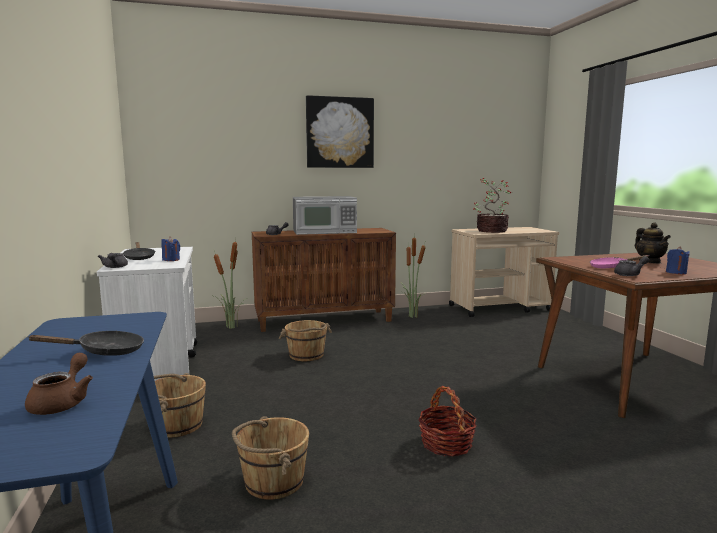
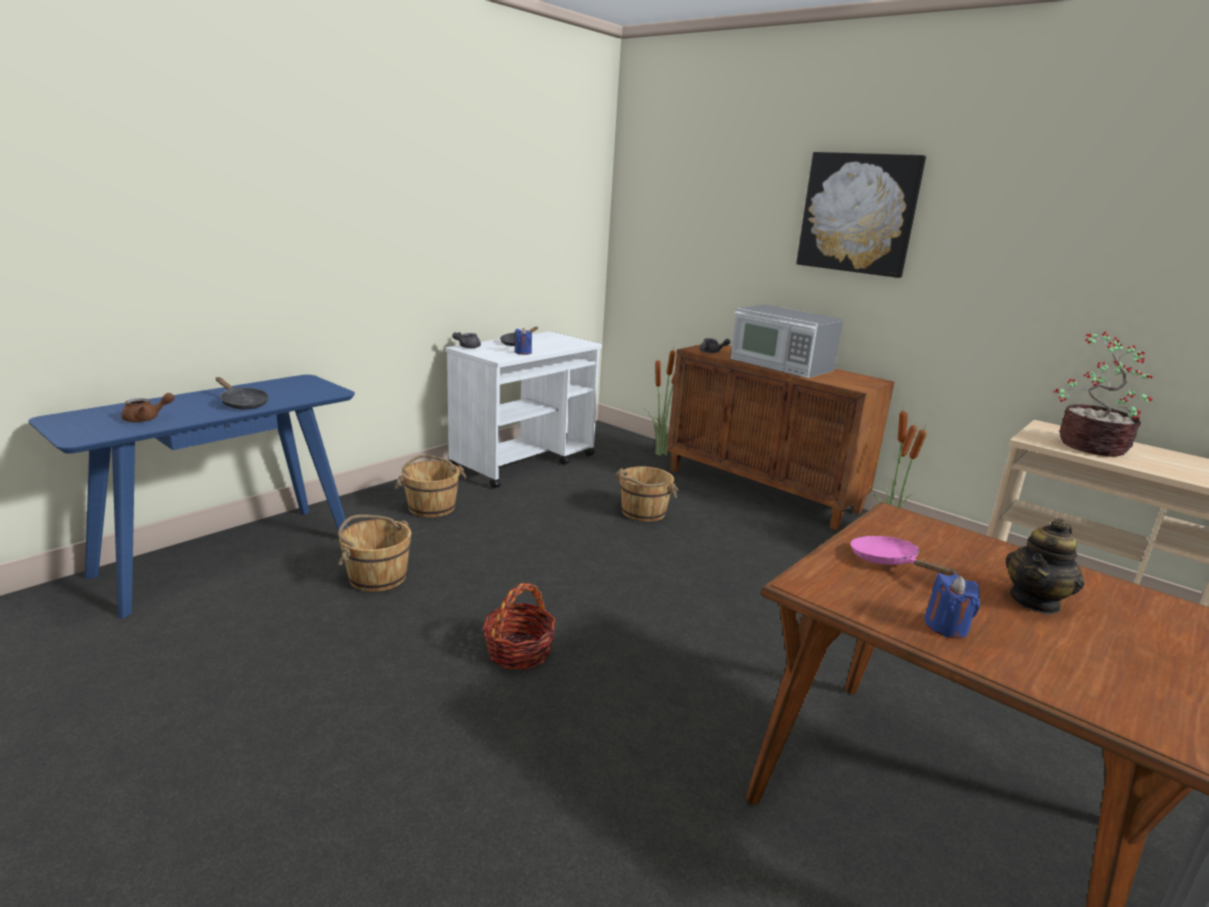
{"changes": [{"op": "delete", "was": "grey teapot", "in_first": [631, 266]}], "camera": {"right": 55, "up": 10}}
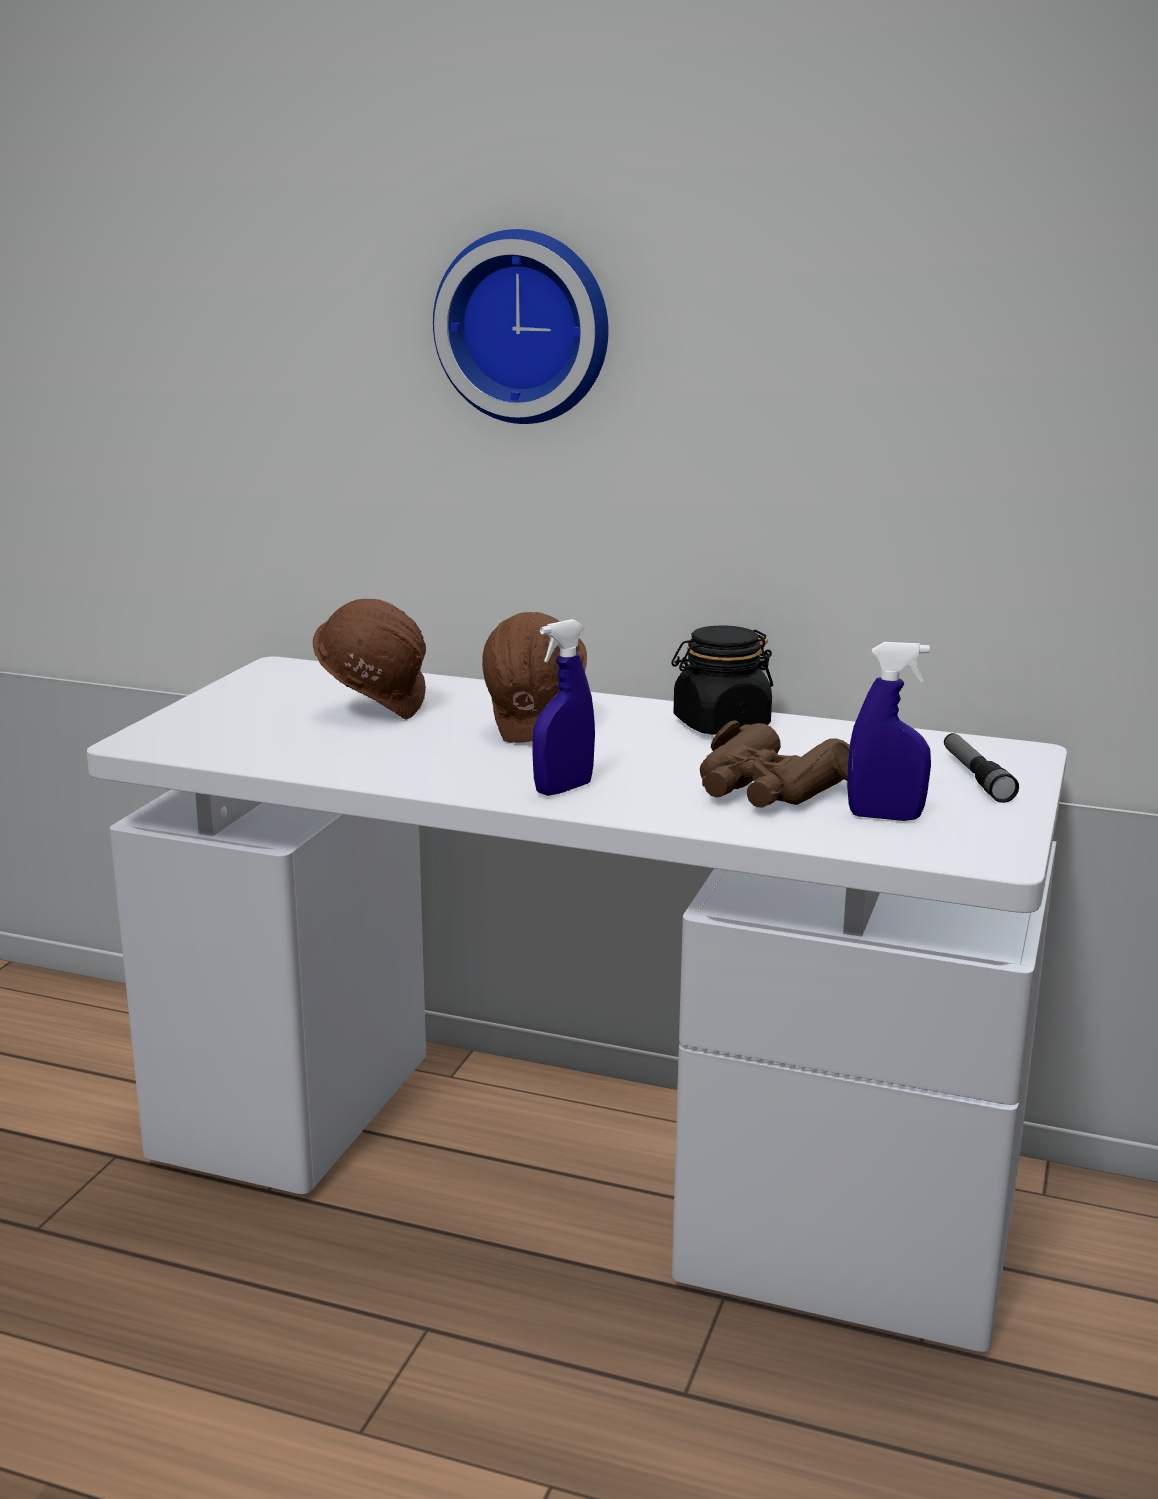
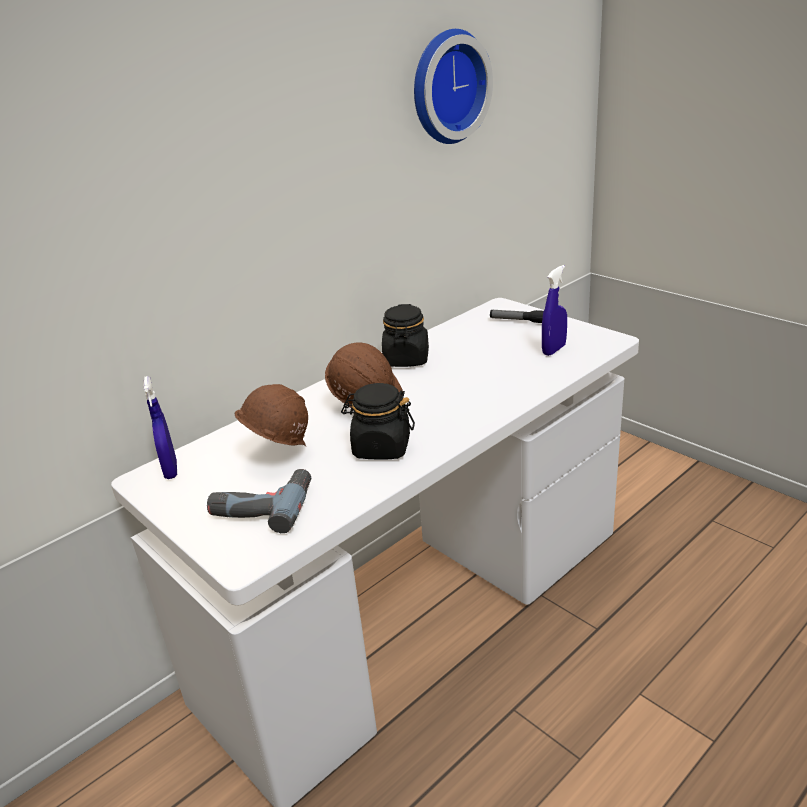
{"changes": [{"op": "move", "was": "blue sprayer", "in_first": [563, 707], "in_second": [160, 427]}, {"op": "insert", "now": "drill", "in_second": [259, 501]}, {"op": "insert", "now": "black storage jar", "in_second": [378, 421]}, {"op": "move", "was": "wall clock", "in_first": [521, 326], "in_second": [453, 86]}, {"op": "delete", "was": "brown-coloured field glasses", "in_first": [775, 764]}], "camera": {"right": -60, "up": 10}}
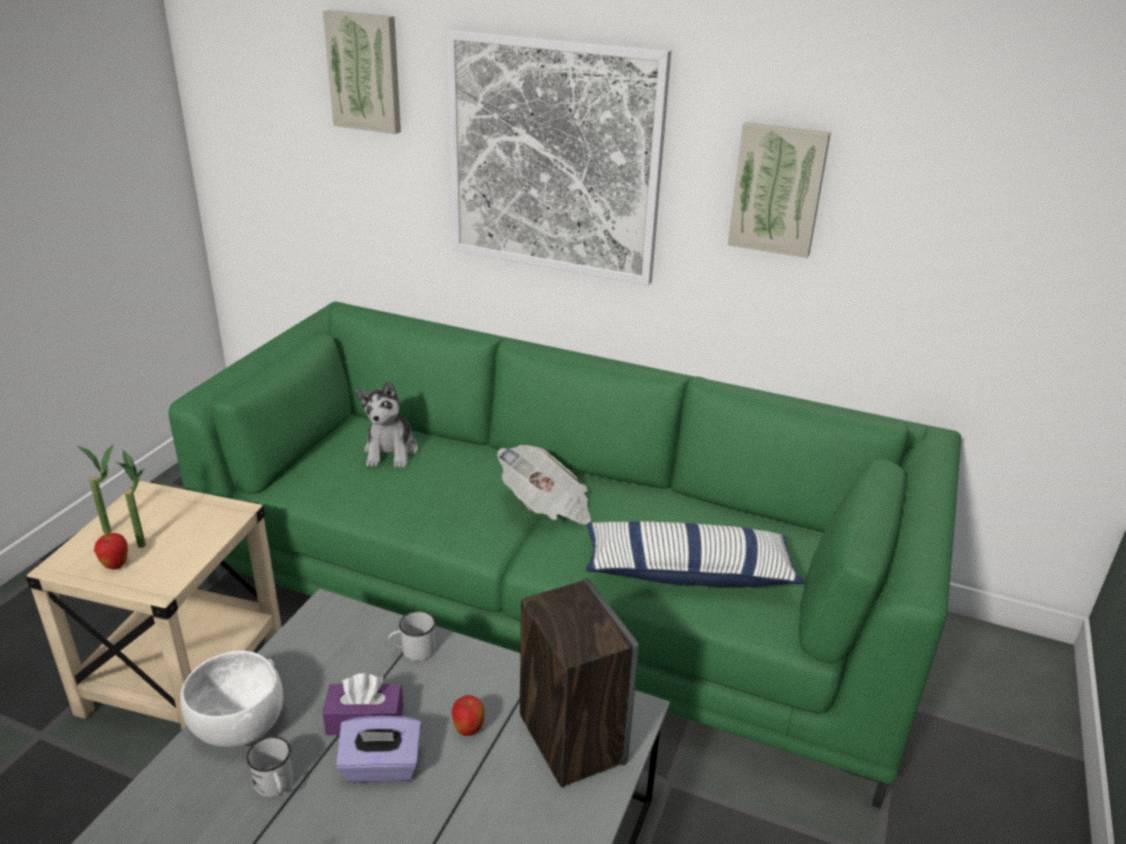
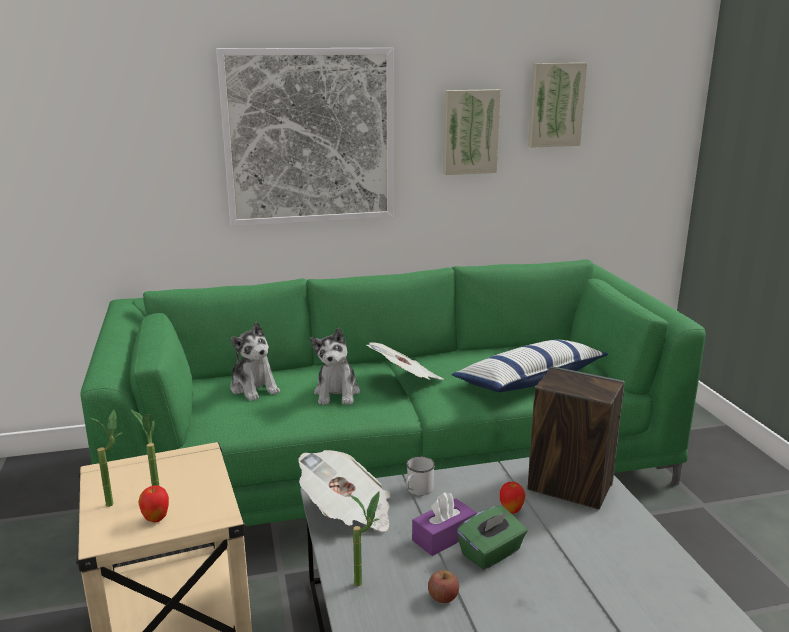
{"changes": [{"op": "insert", "now": "printed paper", "in_second": [344, 491]}, {"op": "insert", "now": "cuddly toy", "in_second": [335, 366]}, {"op": "replace", "was": "white-coloured deep dish", "now": "houseplant", "in_first": [231, 699], "in_second": [364, 539]}, {"op": "replace", "was": "white-coloured coffee mug", "now": "whole apple", "in_first": [270, 767], "in_second": [443, 586]}, {"op": "recolor", "was": "purple-coloured box of tissues", "now": "greenish box of tissues", "in_first": [378, 749], "in_second": [492, 538]}, {"op": "move", "was": "wall picture", "in_first": [362, 72], "in_second": [557, 105]}], "camera": {"right": -35, "up": -10}}
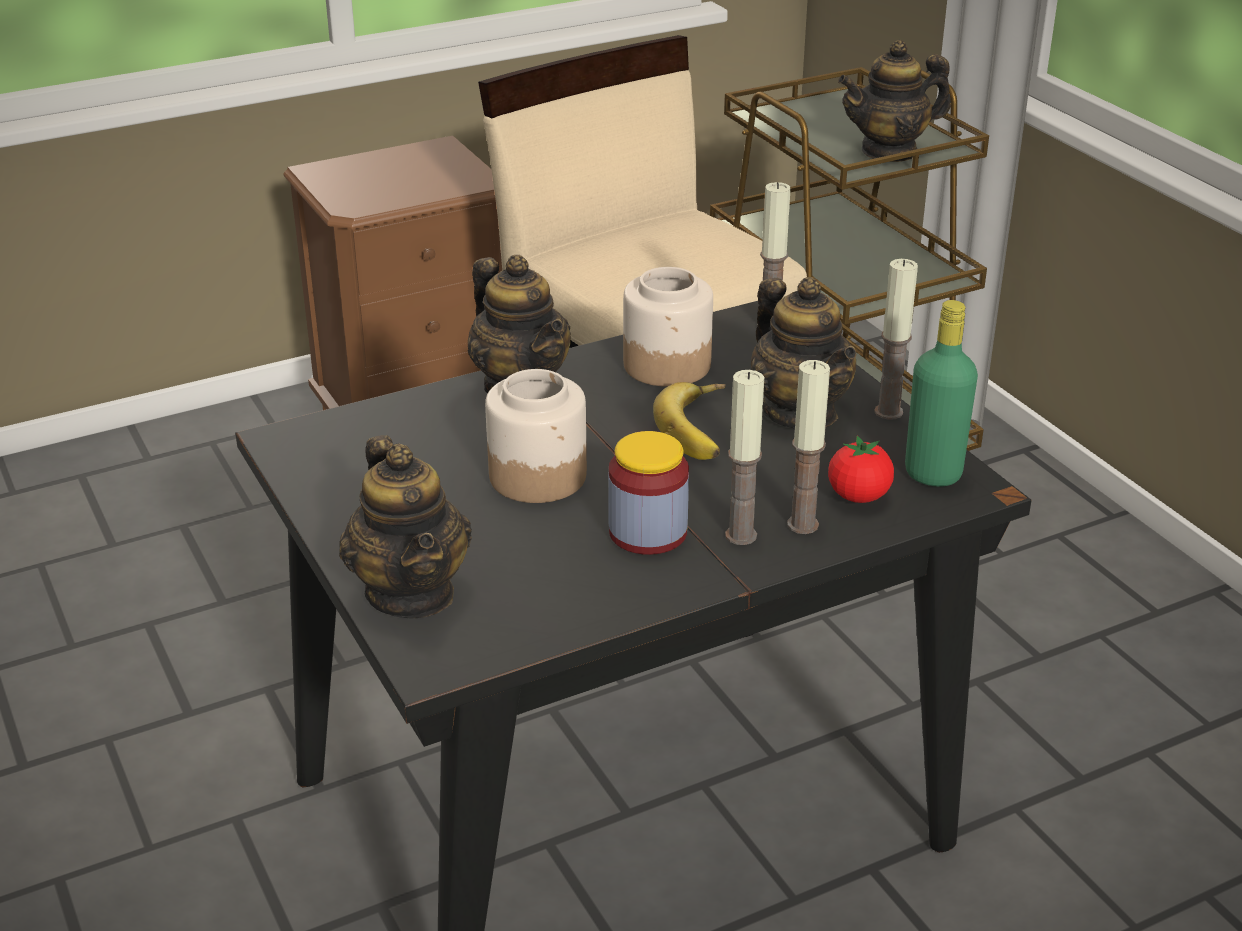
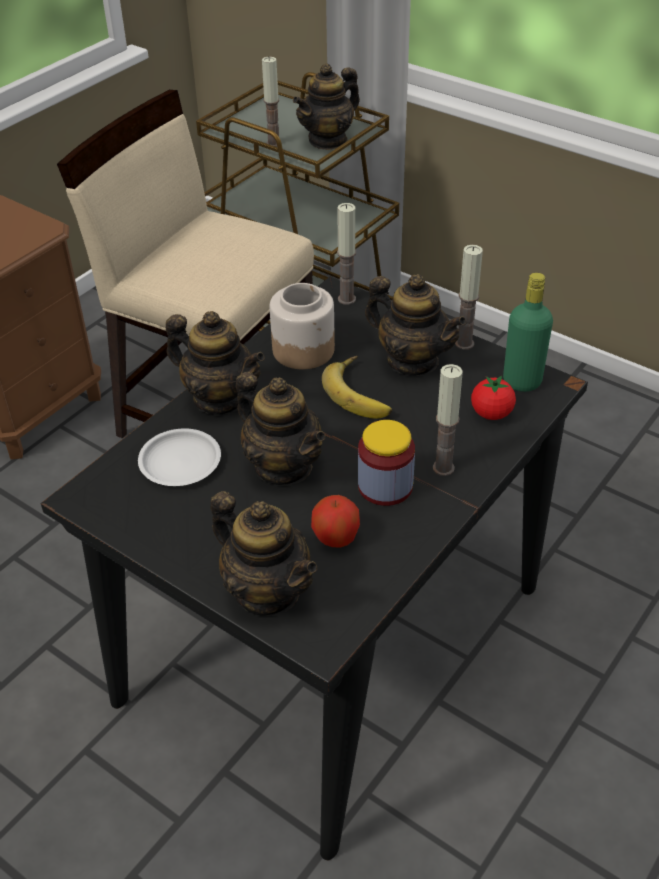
{"changes": [{"op": "insert", "now": "white-coloured dinner plate", "in_second": [179, 457]}, {"op": "replace", "was": "storage jar", "now": "teapot", "in_first": [536, 436], "in_second": [280, 428]}, {"op": "move", "was": "wax light", "in_first": [808, 447], "in_second": [270, 102]}, {"op": "insert", "now": "whole apple", "in_second": [335, 521]}], "camera": {"right": -25, "up": 10}}
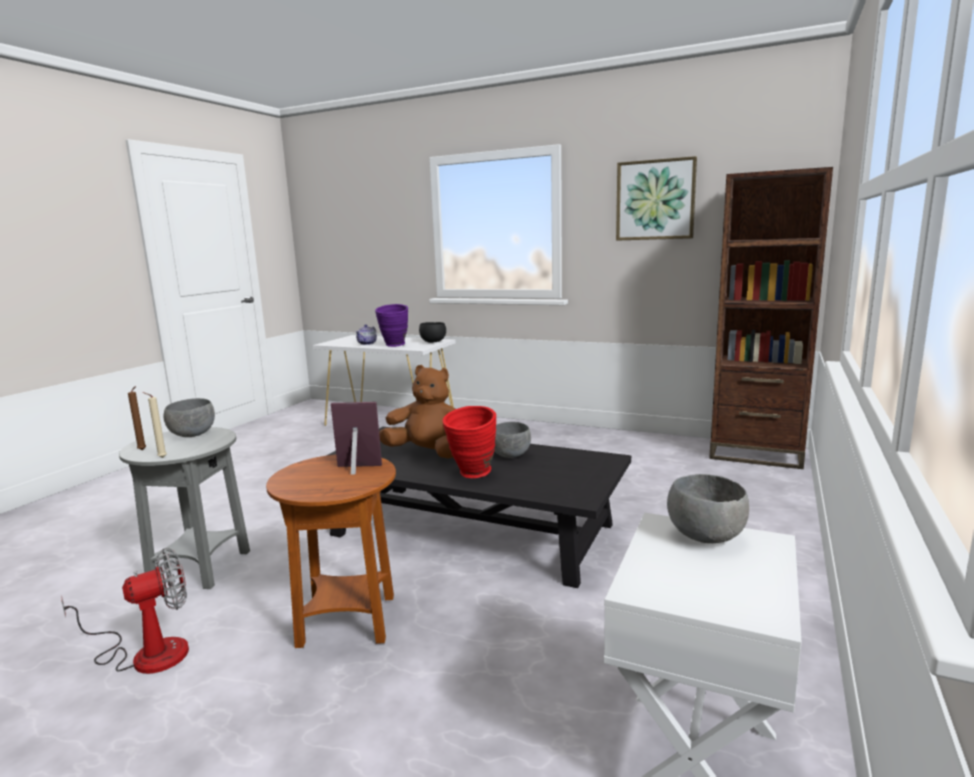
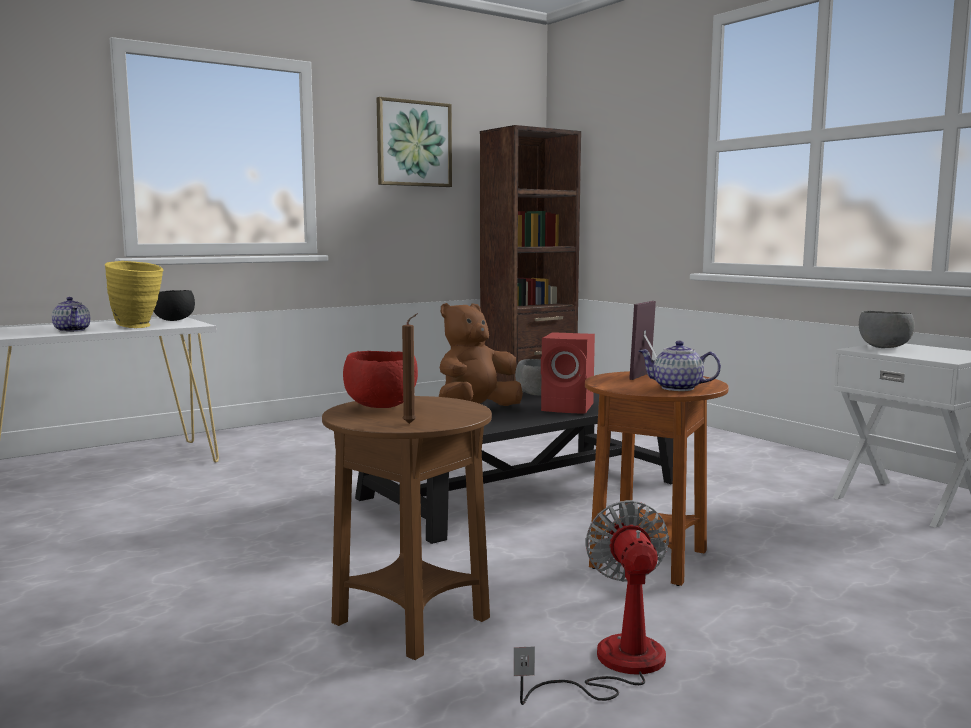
{"changes": [{"op": "recolor", "was": "purple-coloured decorative vase", "now": "yellow-coloured decorative vase", "in_first": [391, 325], "in_second": [134, 294]}, {"op": "recolor", "was": "grey side table", "now": "brown-coloured side table", "in_first": [184, 508], "in_second": [407, 528]}, {"op": "recolor", "was": "grey deep dish", "now": "red deep dish", "in_first": [189, 417], "in_second": [380, 379]}, {"op": "replace", "was": "red decorative vase", "now": "red speaker", "in_first": [469, 442], "in_second": [568, 373]}, {"op": "insert", "now": "teapot", "in_second": [680, 366]}, {"op": "delete", "was": "beige wax light", "in_first": [155, 425]}], "camera": {"right": -60, "up": -5}}
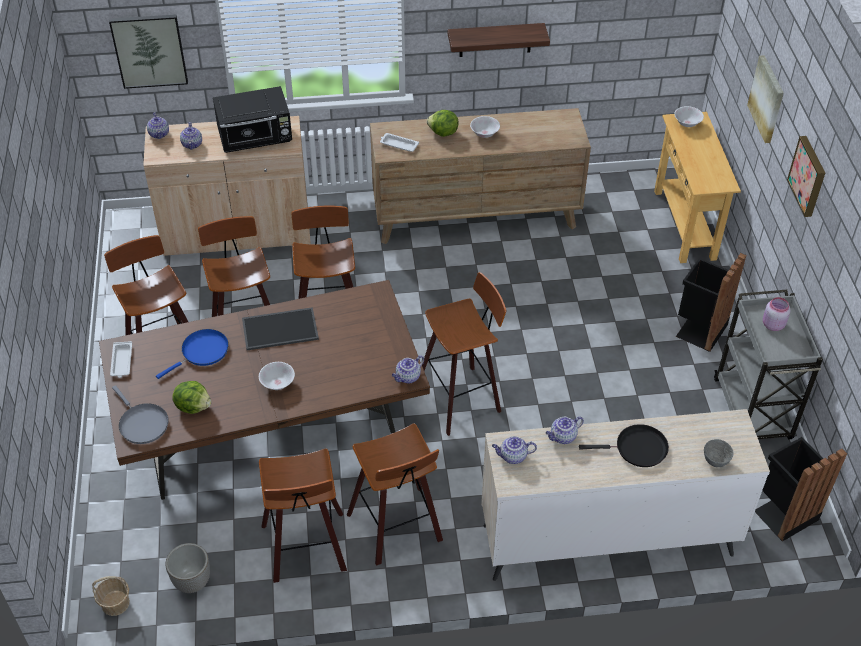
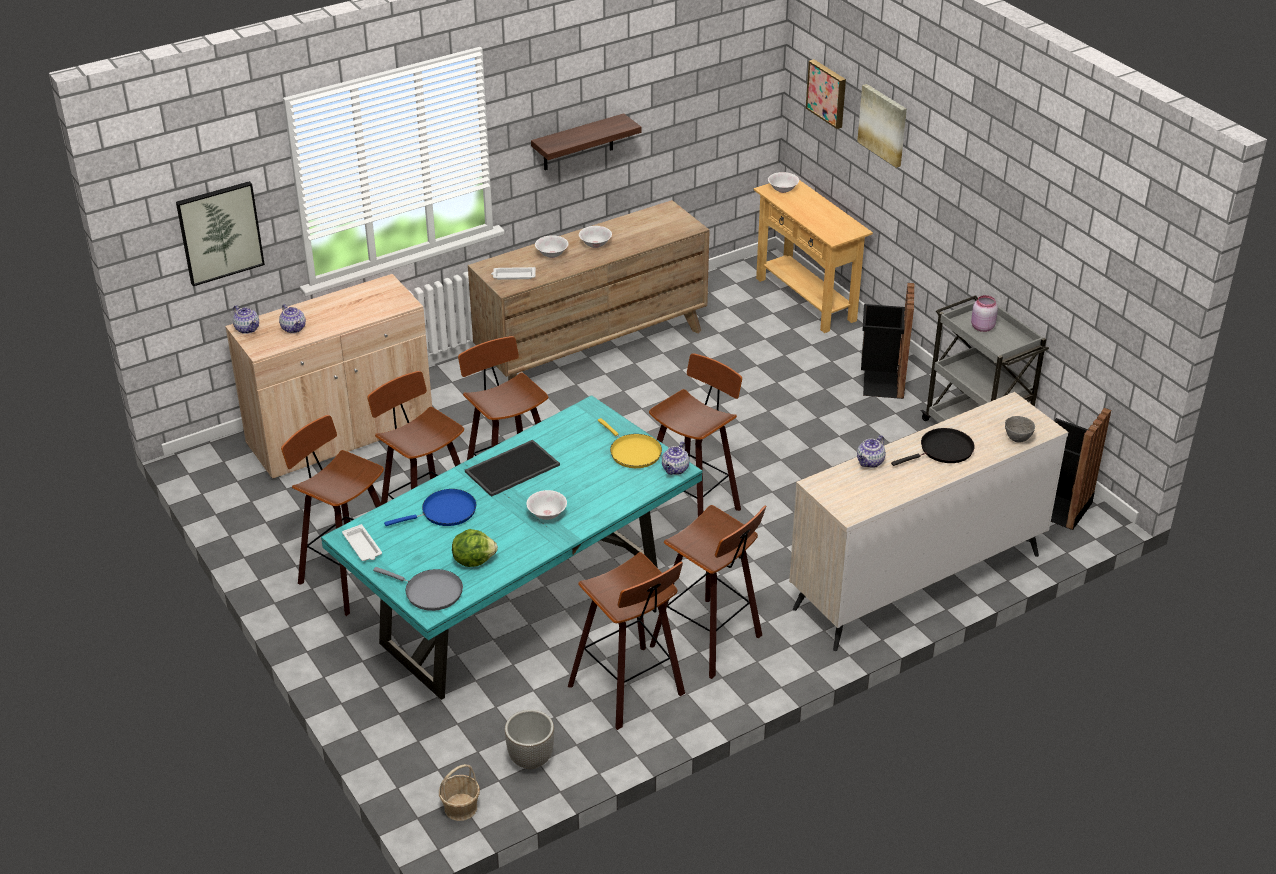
{"changes": [{"op": "recolor", "was": "brown-coloured kitchen table", "now": "blue-green kitchen table", "in_first": [264, 390], "in_second": [511, 547]}, {"op": "rotate", "was": "blue skillet", "in_first": [192, 354], "in_second": [430, 507], "clockwise": 45}, {"op": "replace", "was": "head of lettuce", "now": "white-coloured deep dish", "in_first": [443, 123], "in_second": [551, 246]}, {"op": "insert", "now": "yellow-coloured skillet", "in_second": [630, 443]}, {"op": "move", "was": "wall picture", "in_first": [806, 176], "in_second": [826, 94]}, {"op": "delete", "was": "black microwave", "in_first": [252, 119]}, {"op": "delete", "was": "teapot", "in_first": [514, 450]}], "camera": {"right": -25, "up": -10}}
